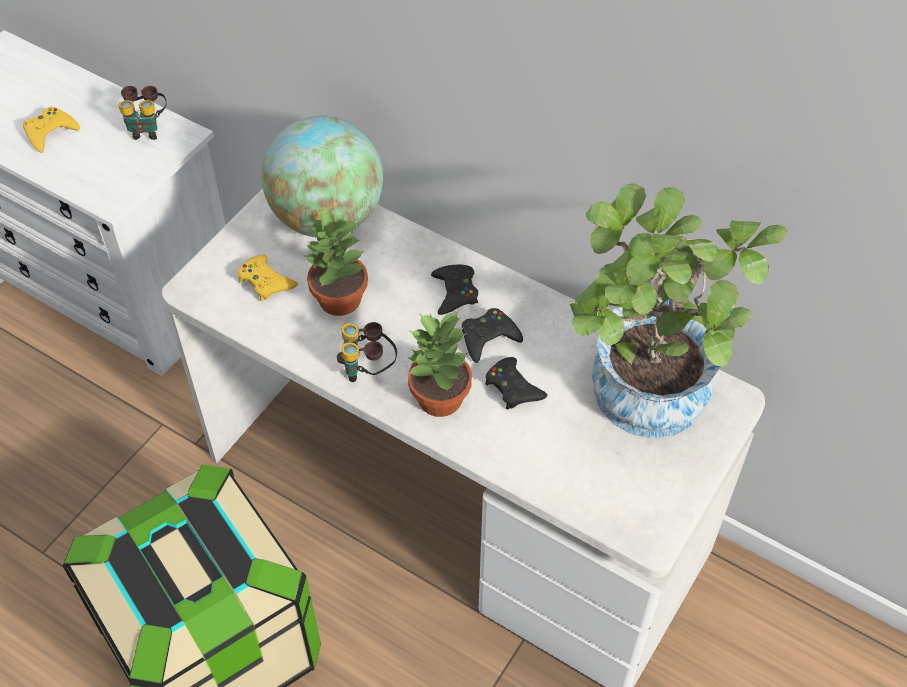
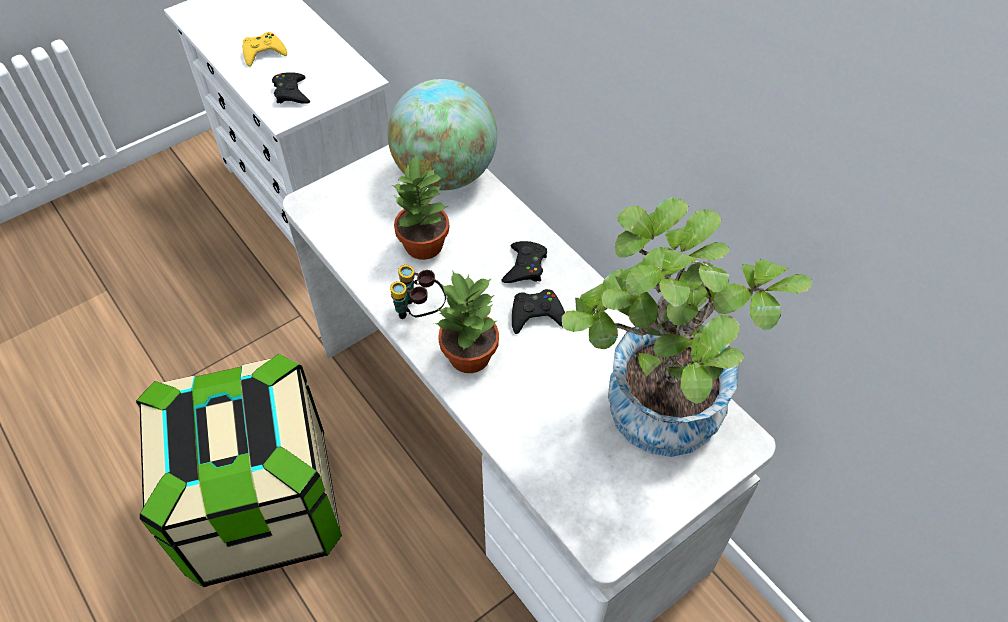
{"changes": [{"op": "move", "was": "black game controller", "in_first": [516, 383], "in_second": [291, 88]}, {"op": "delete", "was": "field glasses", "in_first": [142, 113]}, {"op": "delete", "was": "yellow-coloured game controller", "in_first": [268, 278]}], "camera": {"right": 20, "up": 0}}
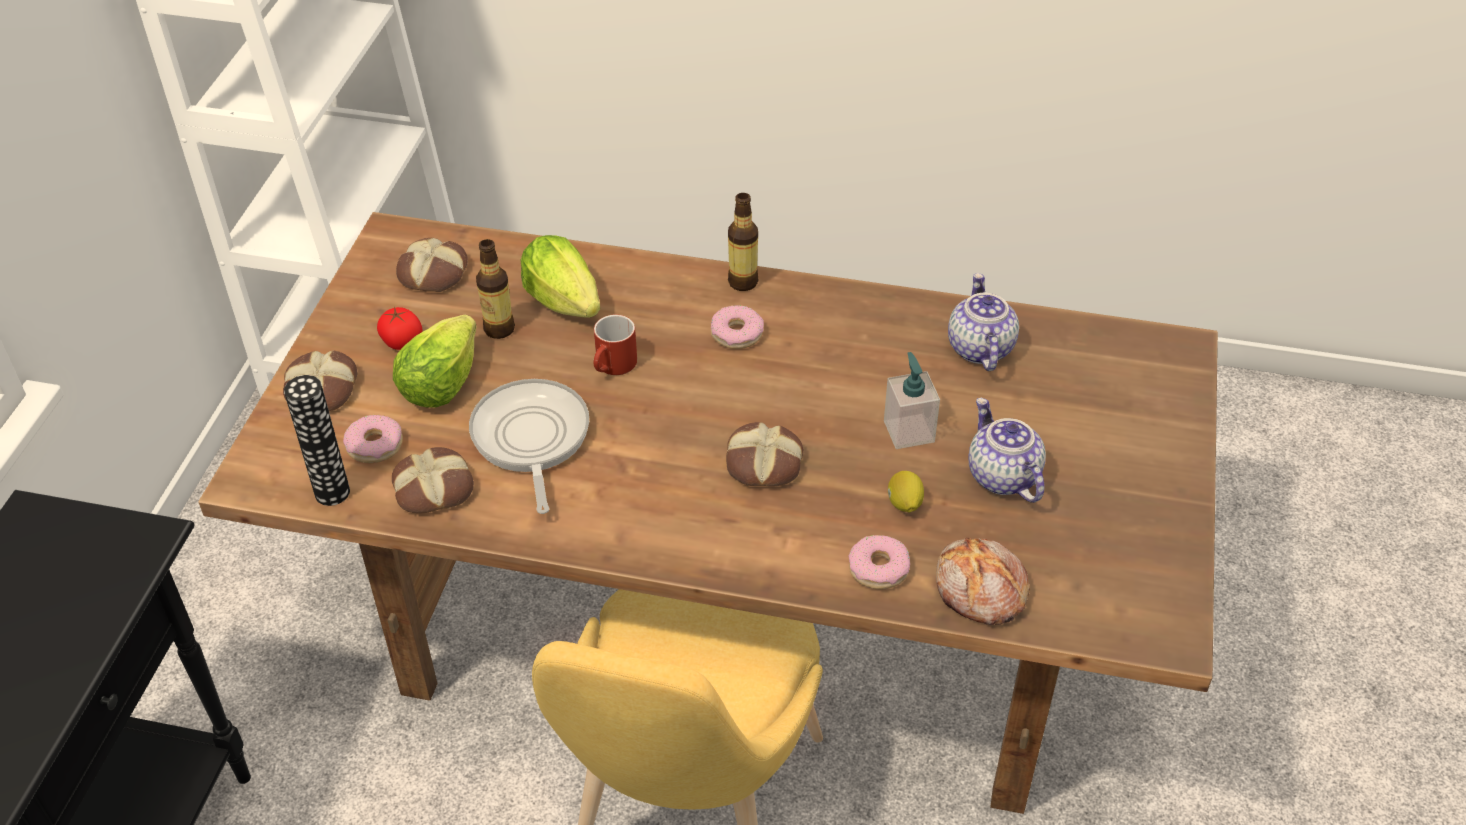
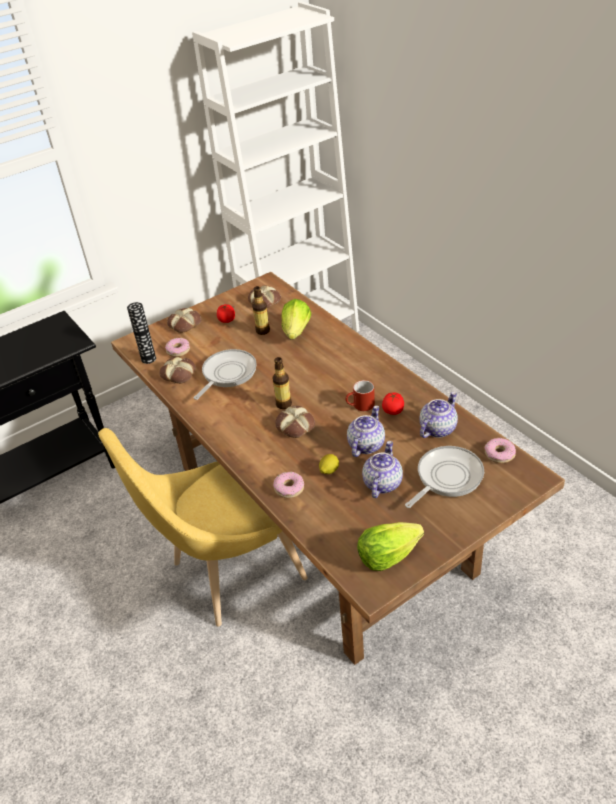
{"changes": [{"op": "move", "was": "bottle", "in_first": [743, 242], "in_second": [282, 383]}, {"op": "move", "was": "red coffee mug", "in_first": [615, 344], "in_second": [360, 395]}, {"op": "replace", "was": "liquid soap bottle", "now": "teapot", "in_first": [912, 400], "in_second": [366, 431]}, {"op": "move", "was": "head of lettuce", "in_first": [435, 361], "in_second": [390, 546]}, {"op": "insert", "now": "tomato", "in_second": [393, 404]}, {"op": "insert", "now": "skillet", "in_second": [444, 477]}, {"op": "move", "was": "donut", "in_first": [737, 327], "in_second": [500, 450]}, {"op": "delete", "was": "bakery bread", "in_first": [983, 581]}], "camera": {"right": 45, "up": -5}}
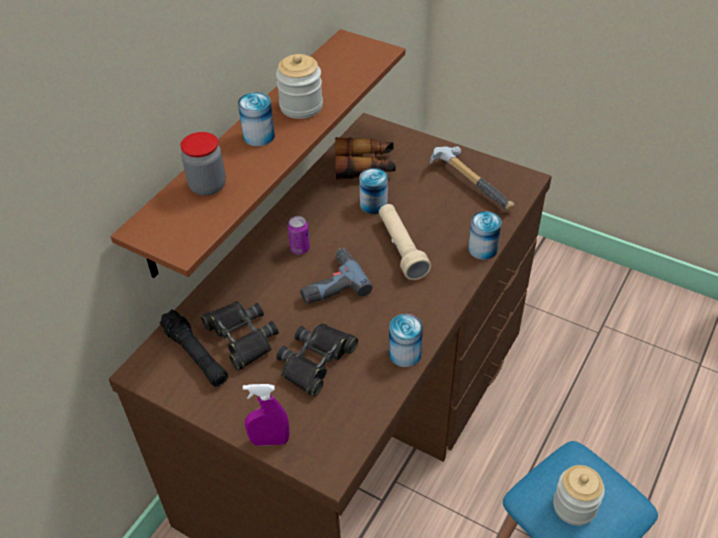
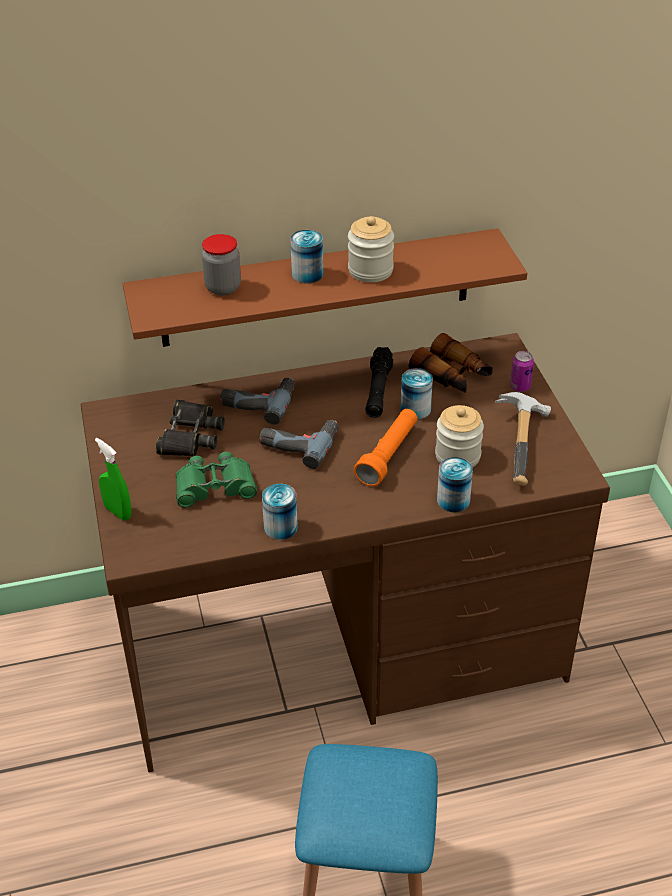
{"changes": [{"op": "recolor", "was": "purple-coloured sprayer", "now": "greenish sprayer", "in_first": [266, 415], "in_second": [113, 479]}, {"op": "recolor", "was": "black field glasses", "now": "greenish field glasses", "in_first": [317, 360], "in_second": [216, 480]}, {"op": "insert", "now": "drill", "in_second": [257, 401]}, {"op": "recolor", "was": "beige torch", "now": "orange torch", "in_first": [405, 242], "in_second": [386, 447]}, {"op": "move", "was": "black torch", "in_first": [194, 348], "in_second": [379, 382]}, {"op": "move", "was": "storage jar", "in_first": [579, 495], "in_second": [459, 436]}, {"op": "move", "was": "can", "in_first": [299, 235], "in_second": [522, 371]}], "camera": {"right": 45, "up": -5}}
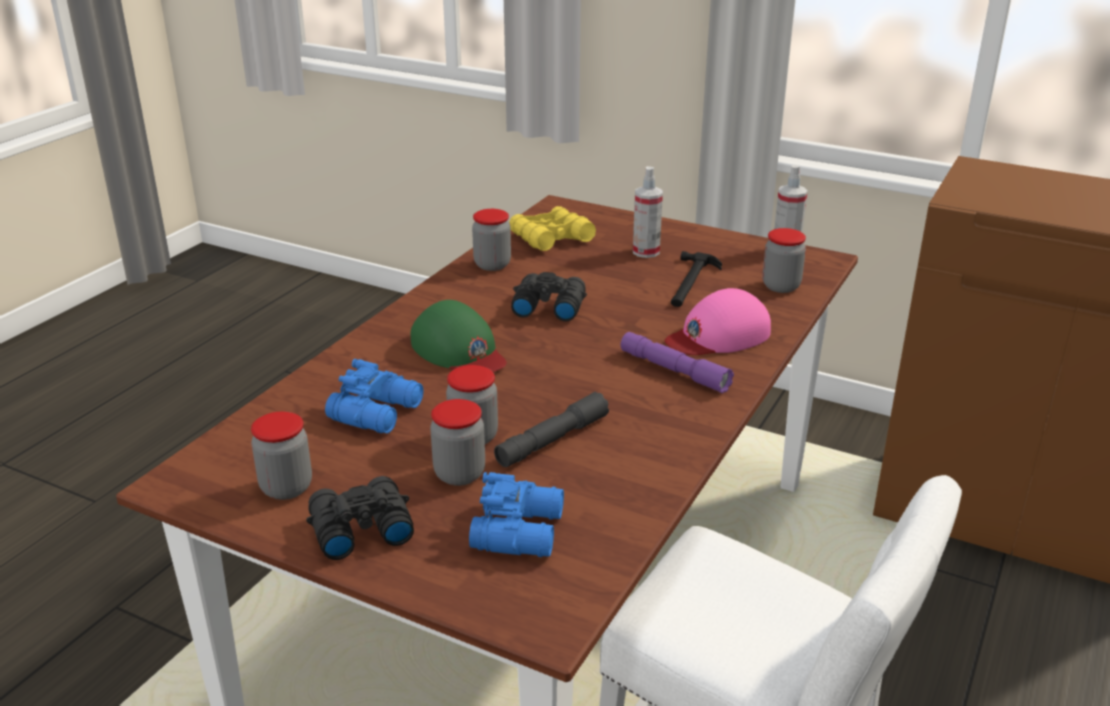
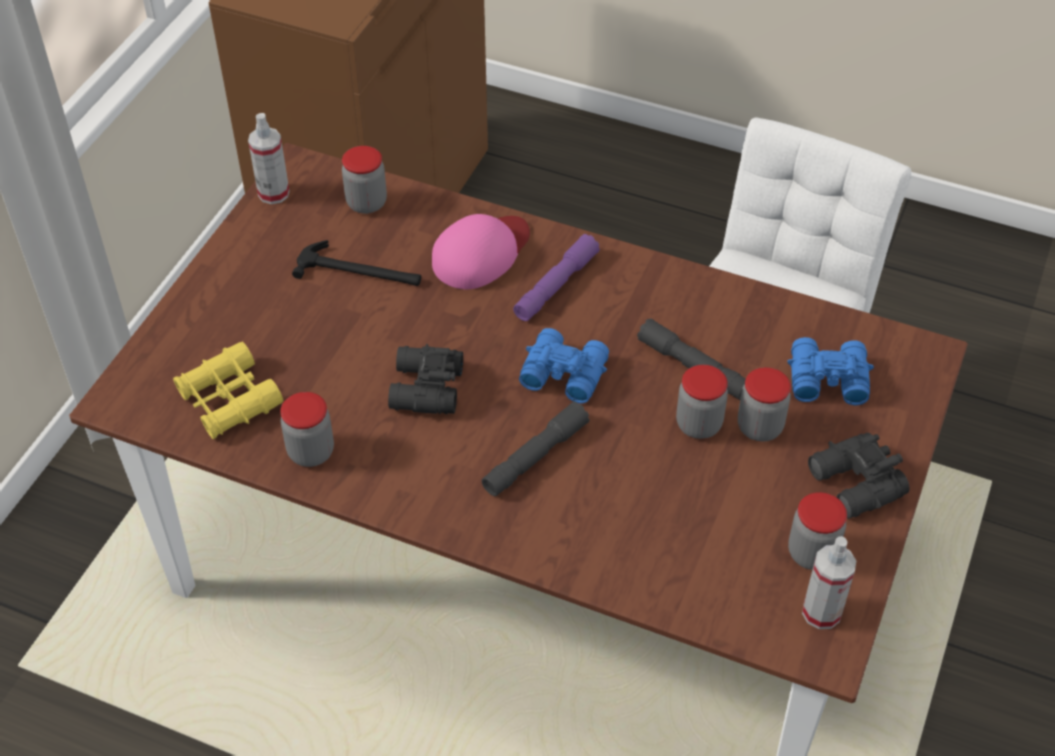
{"changes": [{"op": "rotate", "was": "pink cap", "in_first": [718, 321], "in_second": [481, 251], "clockwise": -105}, {"op": "replace", "was": "greenish cap", "now": "grey torch", "in_first": [458, 336], "in_second": [536, 449]}, {"op": "move", "was": "blue field glasses", "in_first": [374, 396], "in_second": [564, 366]}, {"op": "move", "was": "sprayer", "in_first": [648, 212], "in_second": [829, 582]}], "camera": {"right": -95, "up": 20}}
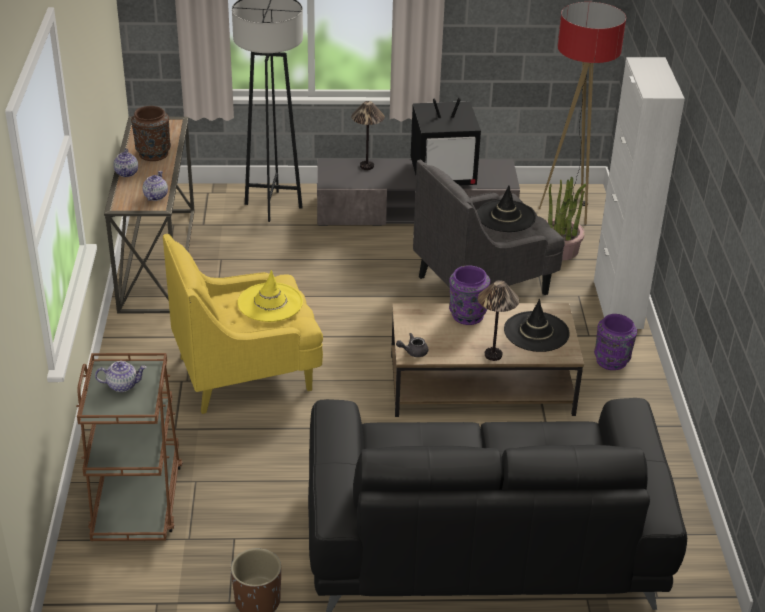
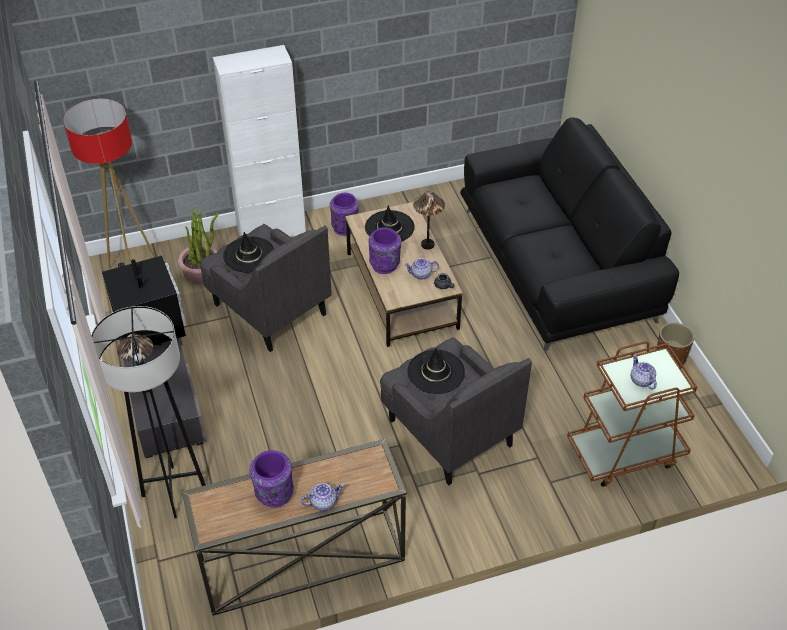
{"changes": [{"op": "recolor", "was": "brown-coloured decorative vase", "now": "purple-coloured decorative vase", "in_first": [151, 133], "in_second": [271, 479]}, {"op": "recolor", "was": "yellow-coloured easy chair", "now": "grey easy chair", "in_first": [243, 324], "in_second": [456, 411]}, {"op": "move", "was": "teapot", "in_first": [155, 186], "in_second": [421, 269]}, {"op": "recolor", "was": "yellow-coloured clothing hat", "now": "black clothing hat", "in_first": [270, 296], "in_second": [436, 371]}], "camera": {"right": -105, "up": 10}}
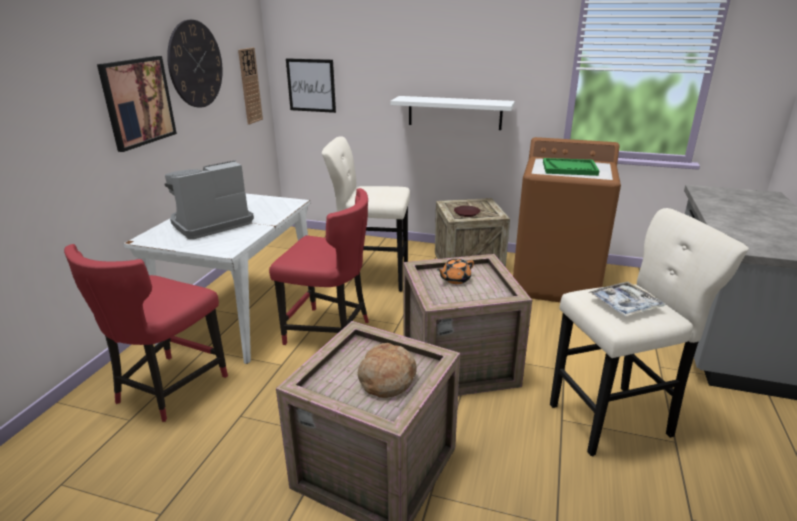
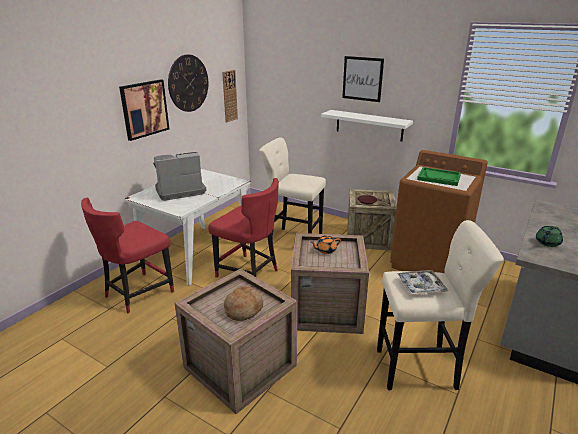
{"changes": [{"op": "move", "was": "wall picture", "in_first": [311, 85], "in_second": [363, 79]}, {"op": "insert", "now": "greenish teapot", "in_second": [549, 236]}], "camera": {"right": 15, "up": 0}}
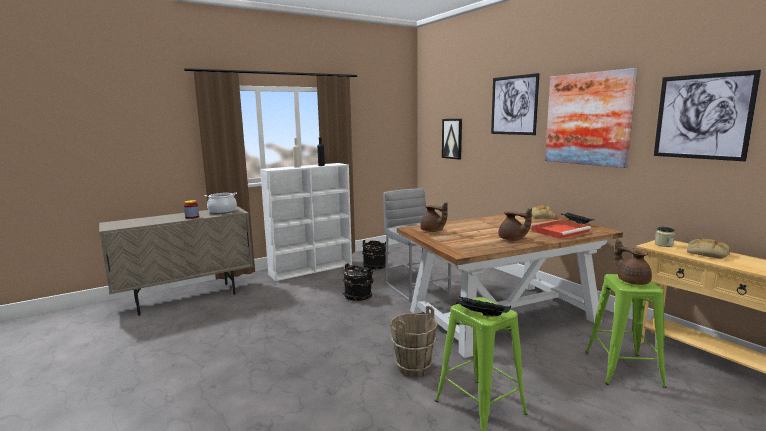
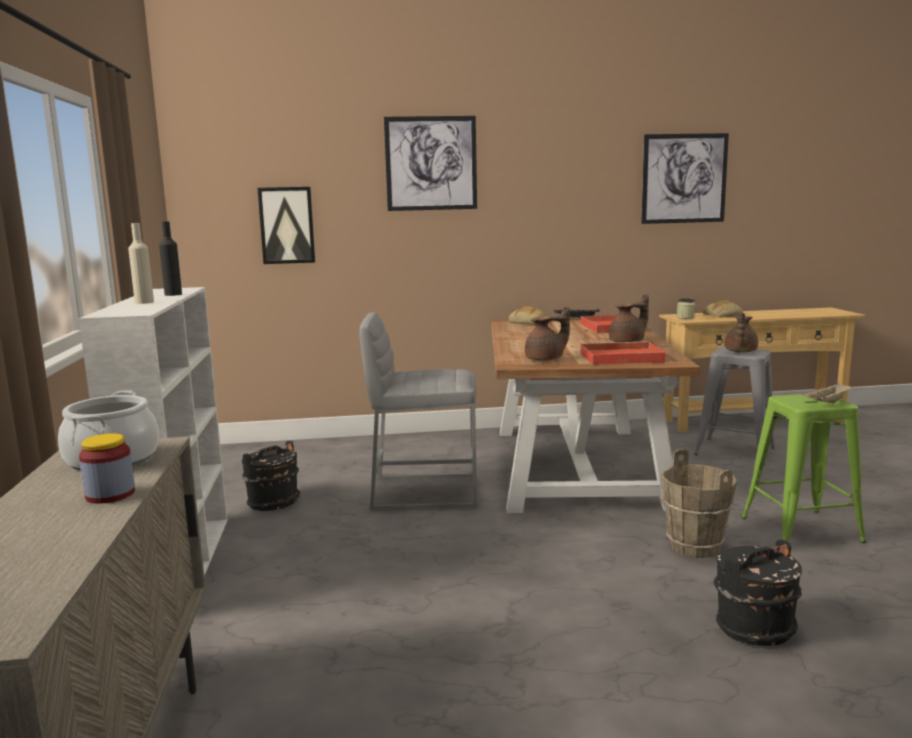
{"changes": [{"op": "insert", "now": "red serving tray", "in_second": [623, 353]}, {"op": "recolor", "was": "greenish sitting stool", "now": "grey sitting stool", "in_first": [626, 331], "in_second": [734, 406]}, {"op": "move", "was": "black bucket", "in_first": [358, 282], "in_second": [758, 593]}, {"op": "rotate", "was": "brown-coloured teapot", "in_first": [633, 262], "in_second": [741, 332], "clockwise": -60}, {"op": "recolor", "was": "black serving tray", "now": "beige serving tray", "in_first": [483, 306], "in_second": [827, 393]}, {"op": "delete", "was": "wall picture", "in_first": [591, 118]}], "camera": {"right": -65, "up": 0}}
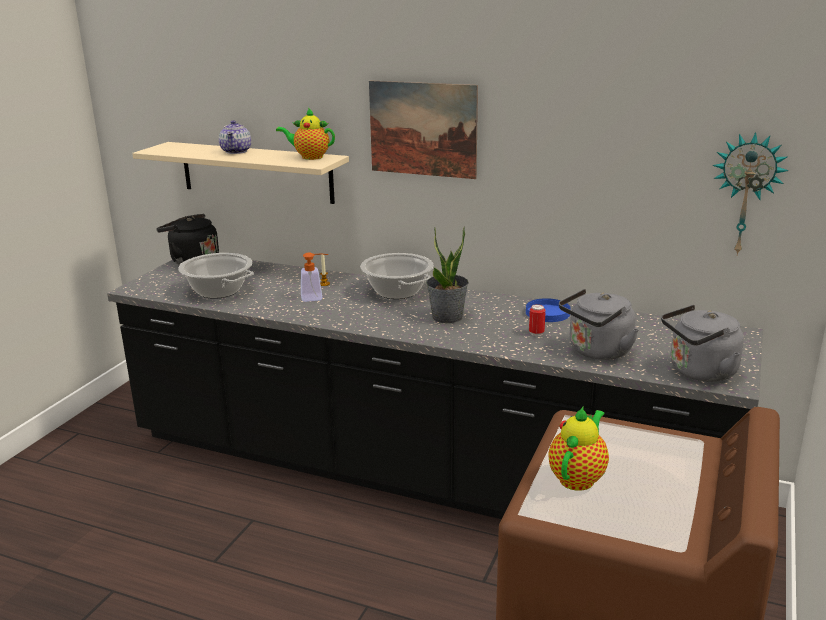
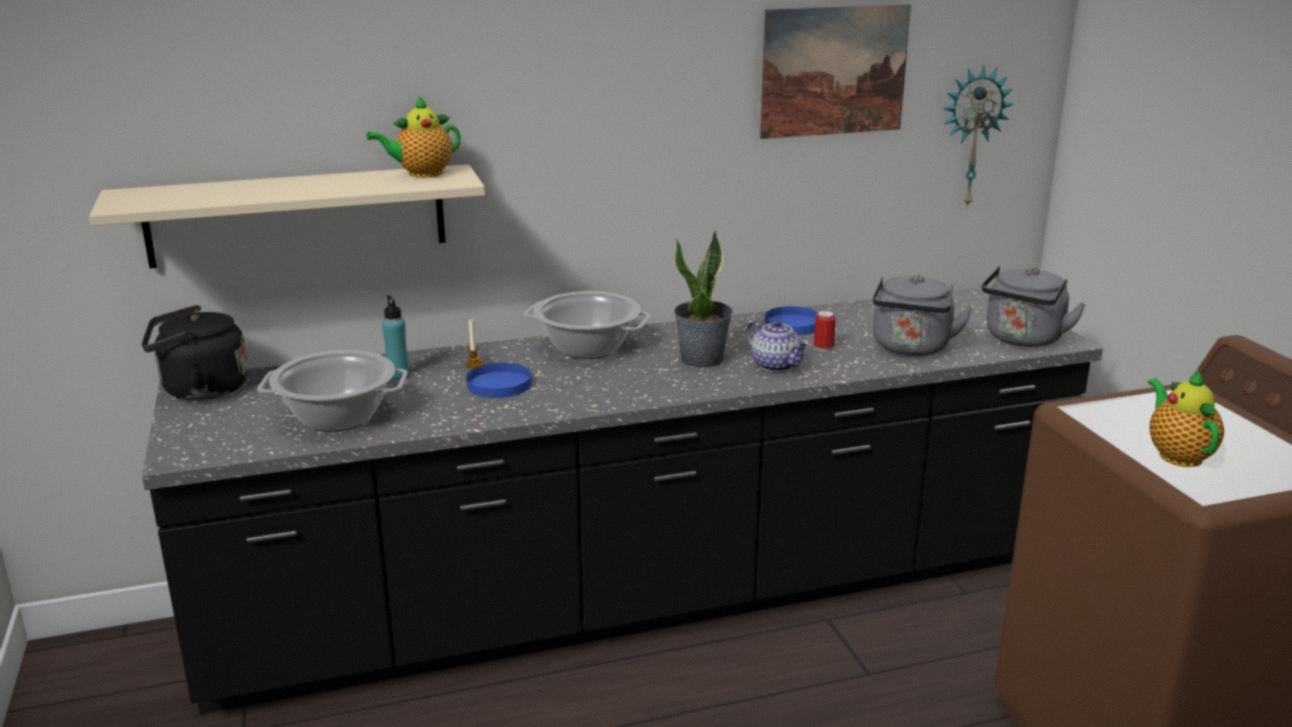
{"changes": [{"op": "insert", "now": "blue-green bottle", "in_second": [396, 338]}, {"op": "replace", "was": "liquid soap bottle", "now": "blue dinner plate", "in_first": [315, 277], "in_second": [499, 380]}, {"op": "move", "was": "teapot", "in_first": [235, 137], "in_second": [777, 346]}, {"op": "move", "was": "wall picture", "in_first": [423, 129], "in_second": [835, 71]}], "camera": {"right": -40, "up": 0}}
